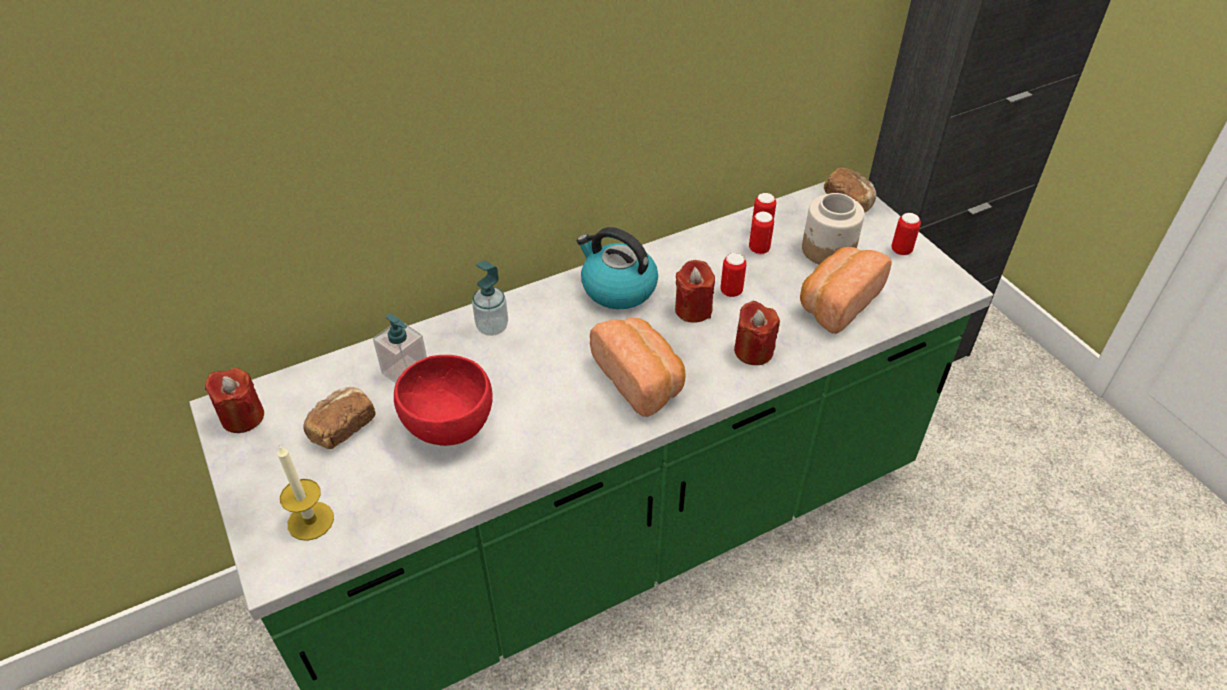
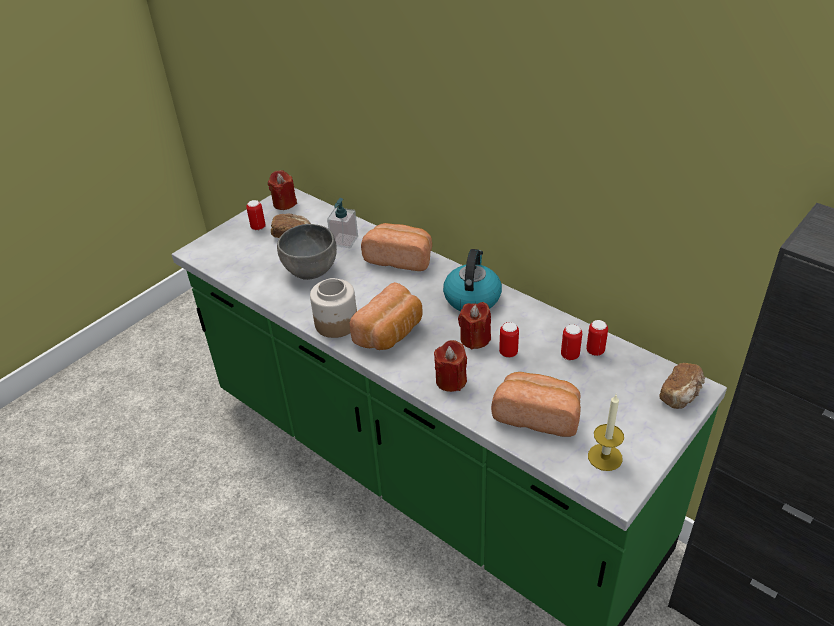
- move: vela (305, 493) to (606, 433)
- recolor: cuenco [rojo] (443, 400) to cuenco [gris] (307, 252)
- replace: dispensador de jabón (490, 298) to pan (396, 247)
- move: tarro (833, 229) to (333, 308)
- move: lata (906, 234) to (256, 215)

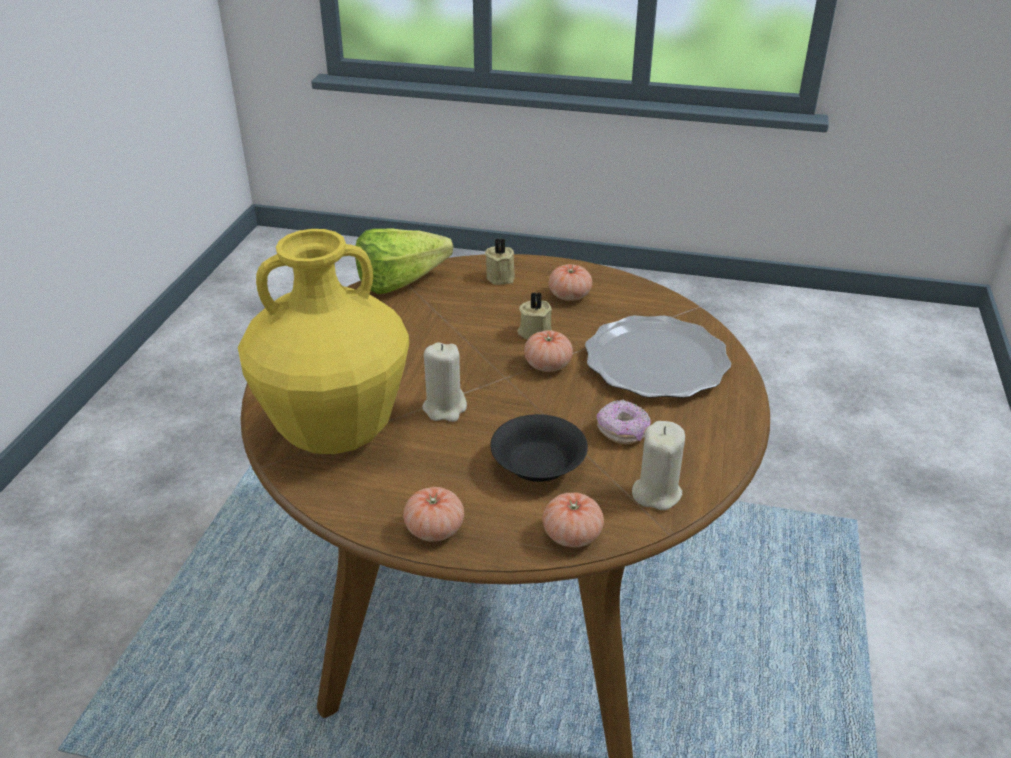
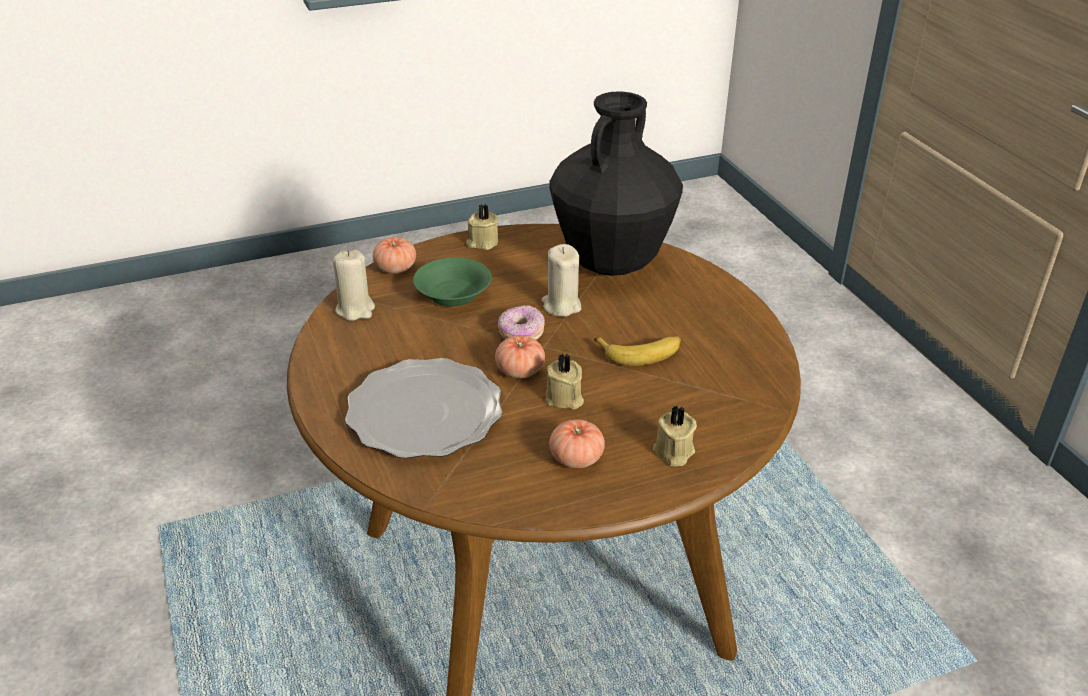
- recolor: florero [amarillo] (323, 341) to florero [negro] (616, 183)
- delete: lechuga (404, 261)
- replace: tomate (433, 514) to vela [beis] (482, 227)
- recolor: cuenco [negro] (539, 448) to cuenco [verde] (452, 281)
- move: rosquilla (624, 422) to (521, 322)
- insert: plátano (637, 351)

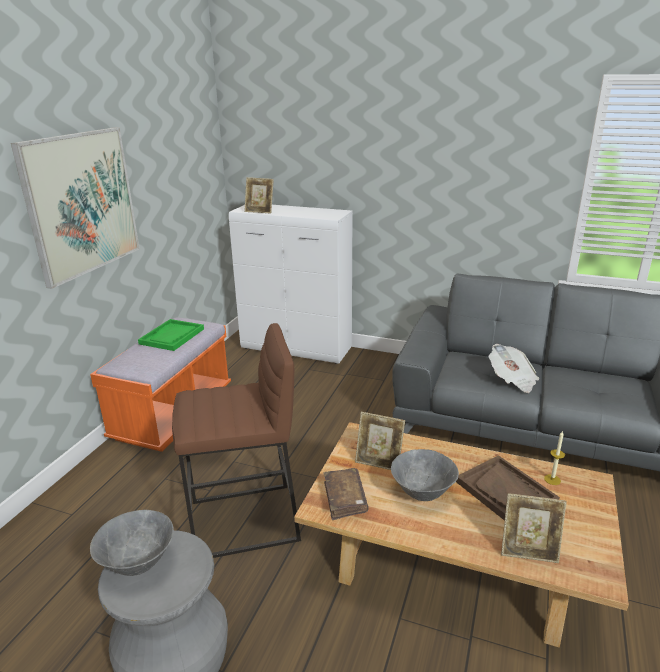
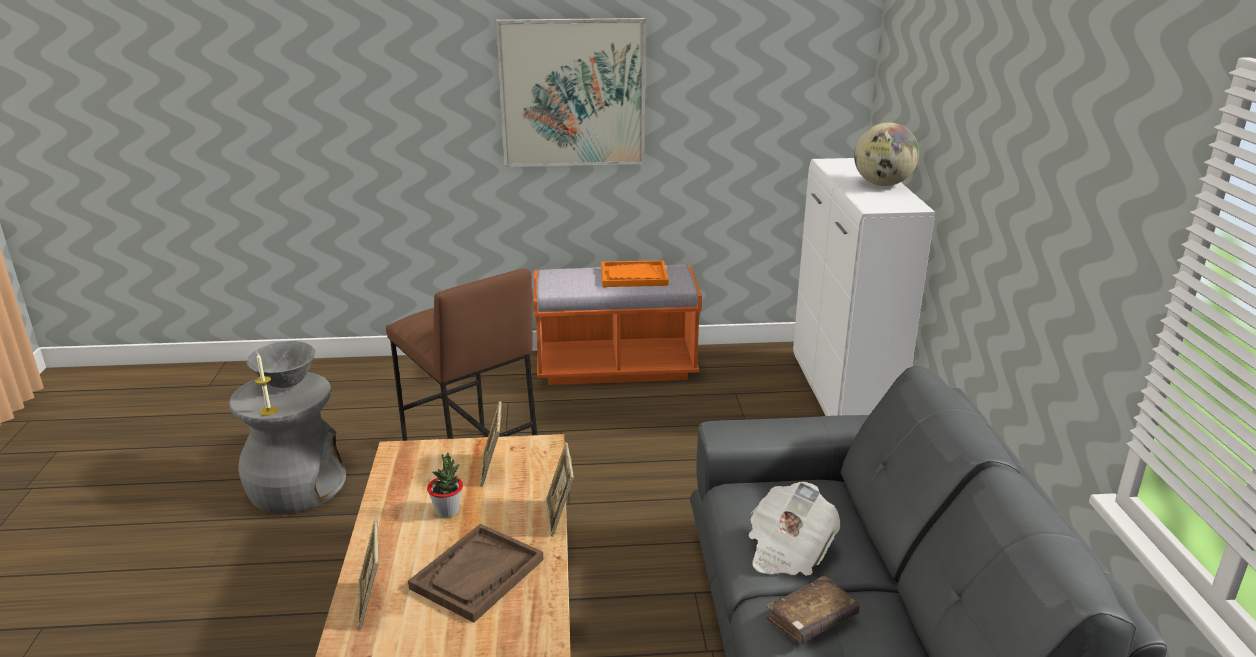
- recolor: bandeja [verde] (171, 335) to bandeja [naranja] (634, 273)
- move: portarretratos (259, 195) to (560, 489)
- move: libro [marrón] (346, 494) to (813, 610)
- replace: cuenco [gris] (425, 475) to planta en maceta (445, 485)
- move: vela (554, 458) to (266, 385)
- insert: globo terráqueo (886, 154)

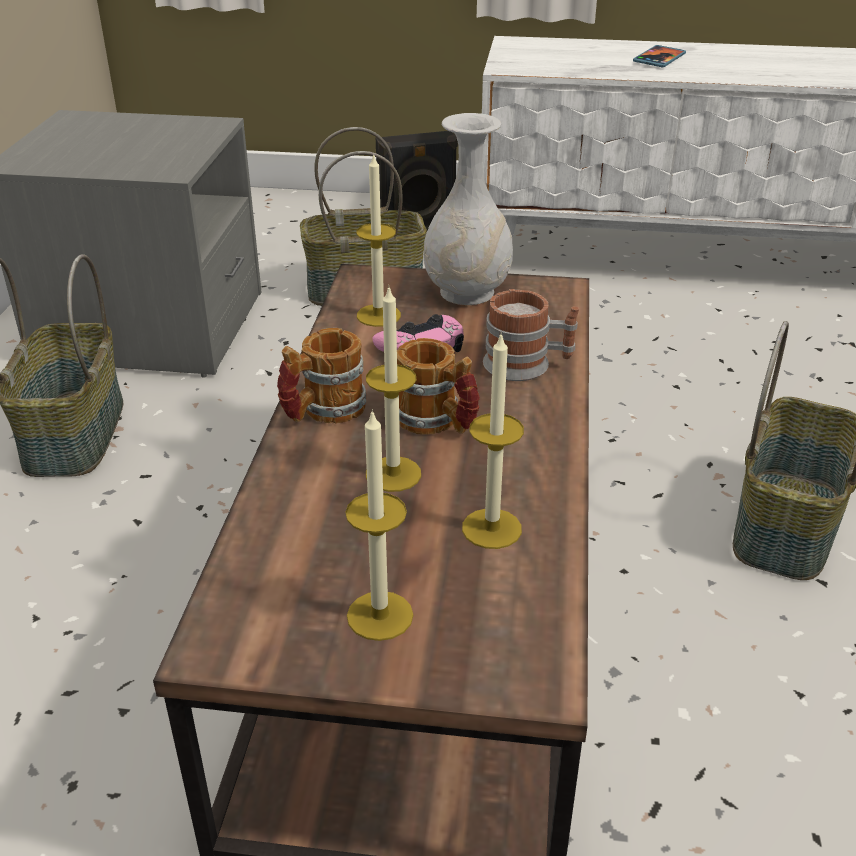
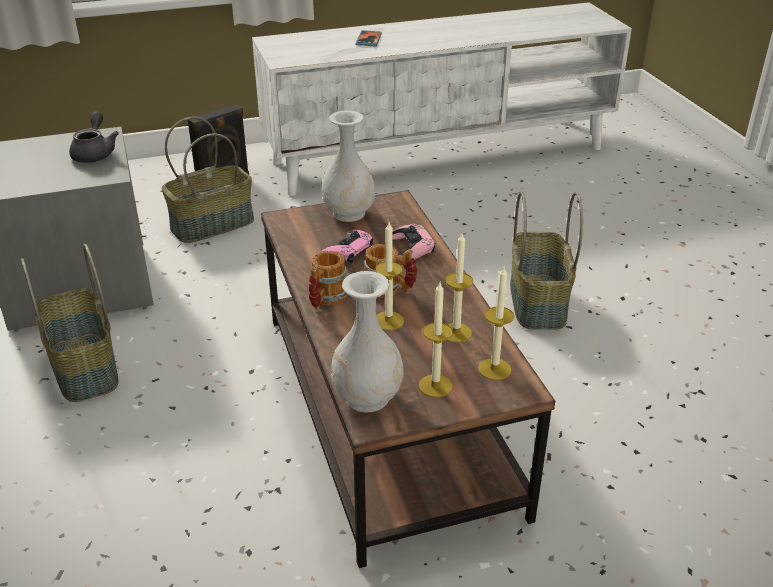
- move: vela (378, 240) to (496, 323)
- replace: taza grande (531, 335) to mando de consola [rosa] (414, 242)
- insert: tetera [gris] (94, 137)
- insert: florero [blanco] (367, 341)

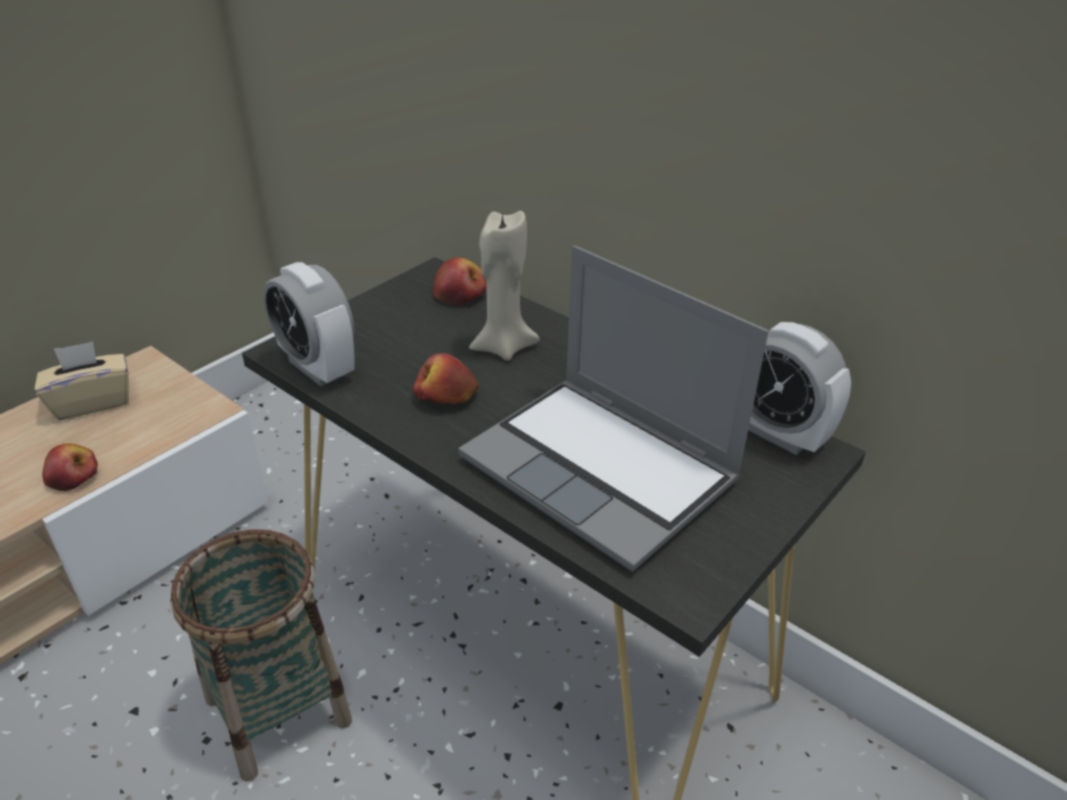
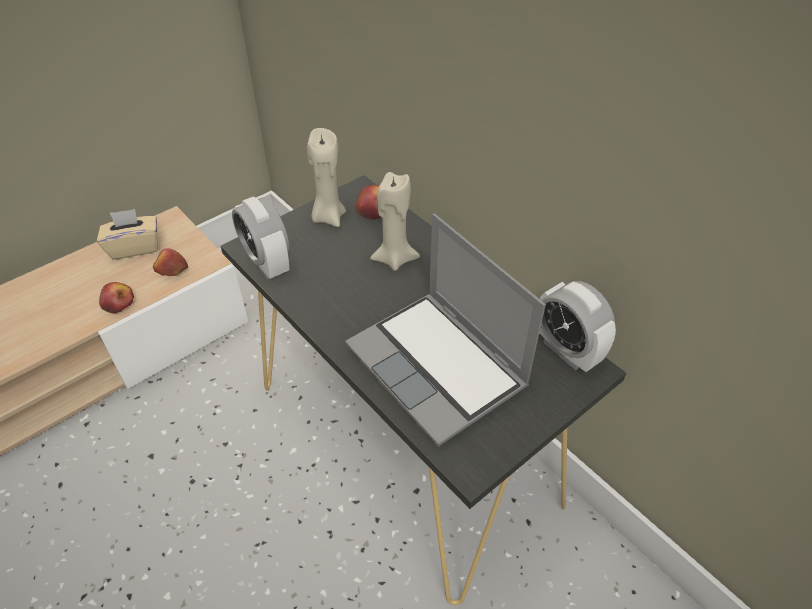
- delete: cesta (261, 655)
- move: manzana (446, 378) to (170, 262)
- insert: vela [beis] (326, 177)

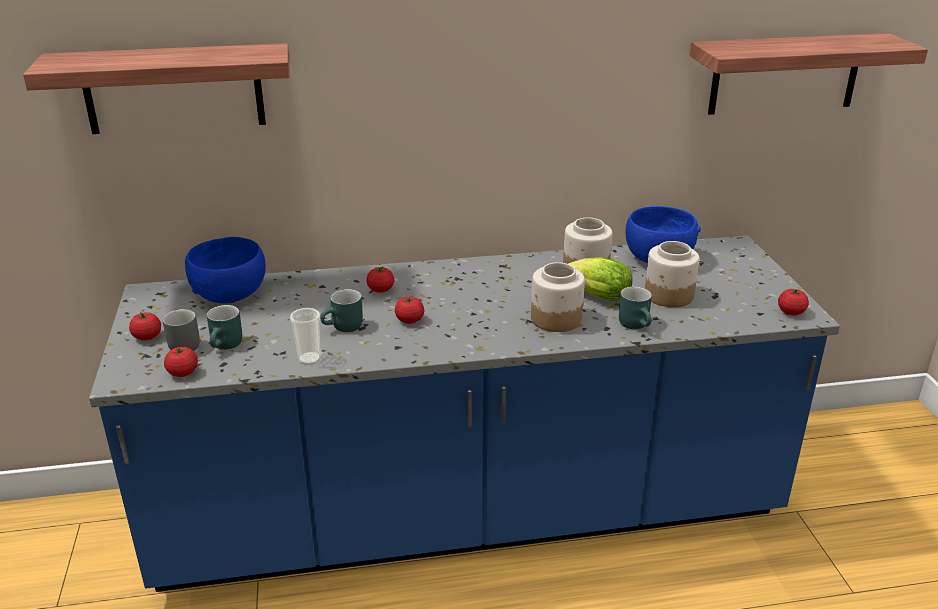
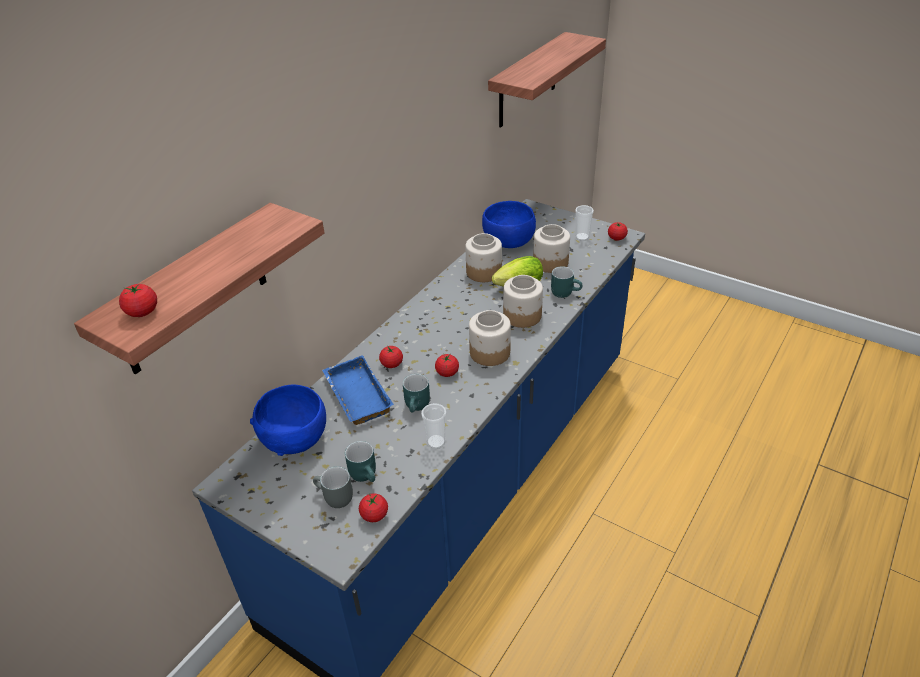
- move: tomate (145, 326) to (138, 300)
- insert: bandeja [azul] (358, 390)
- insert: tarro (490, 338)
- insert: taza (584, 223)

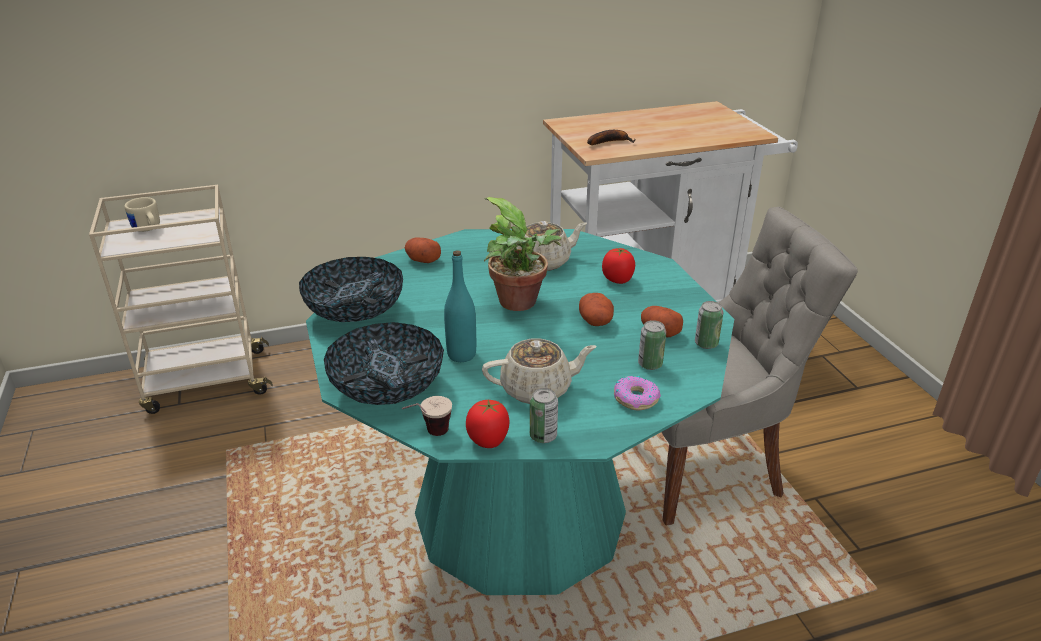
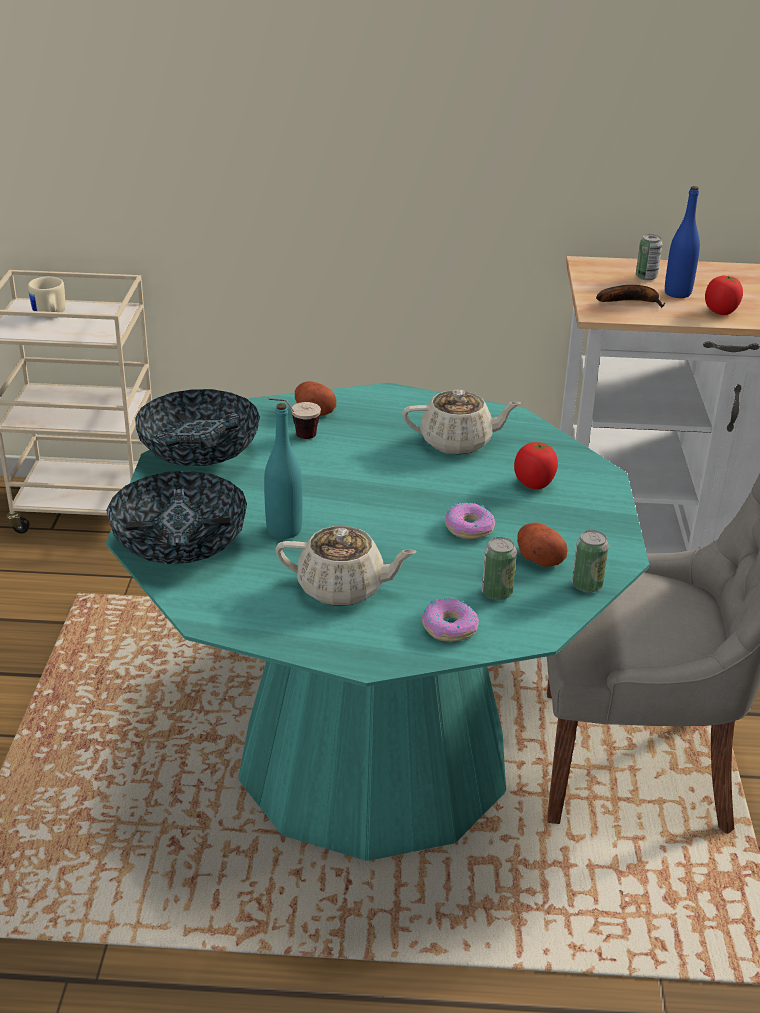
- move: taza (427, 416) to (294, 418)
- move: tomate (487, 424) to (724, 295)
- delete: planta en maceta (523, 254)
- move: lata (544, 415) to (649, 257)
- replace: patata (596, 309) to rosquilla (470, 521)
- insert: botella [azul] (682, 242)

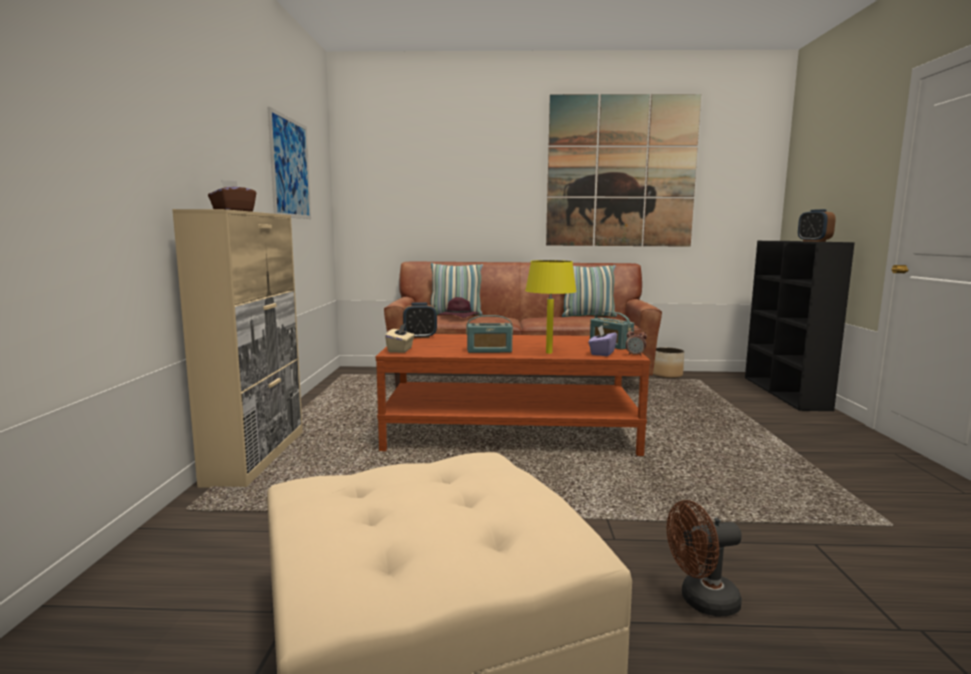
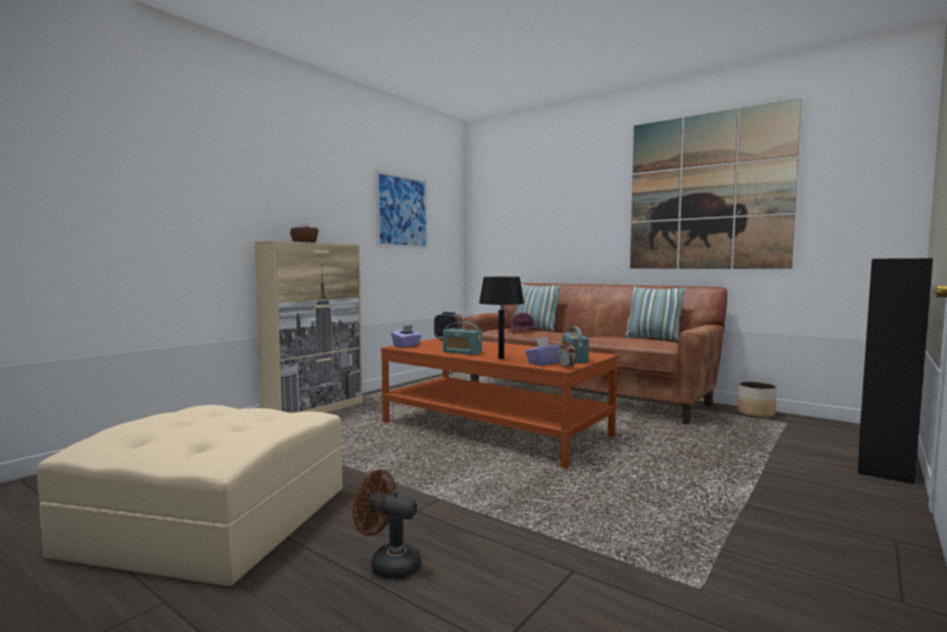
- recolor: caja de pañuelos [beis] (400, 338) to caja de pañuelos [morado] (406, 336)
- recolor: lámpara de mesa [amarillo] (551, 307) to lámpara de mesa [negro] (501, 318)
- delete: despertador (817, 225)

